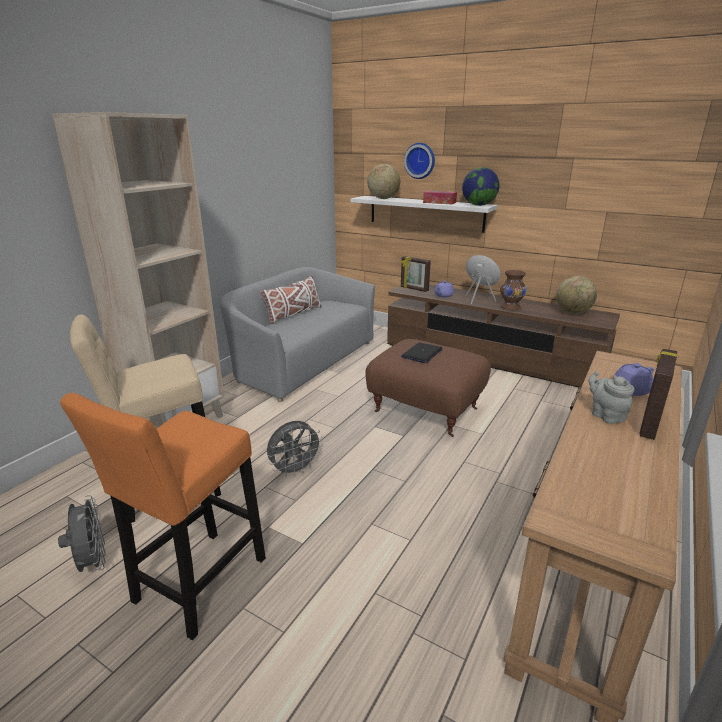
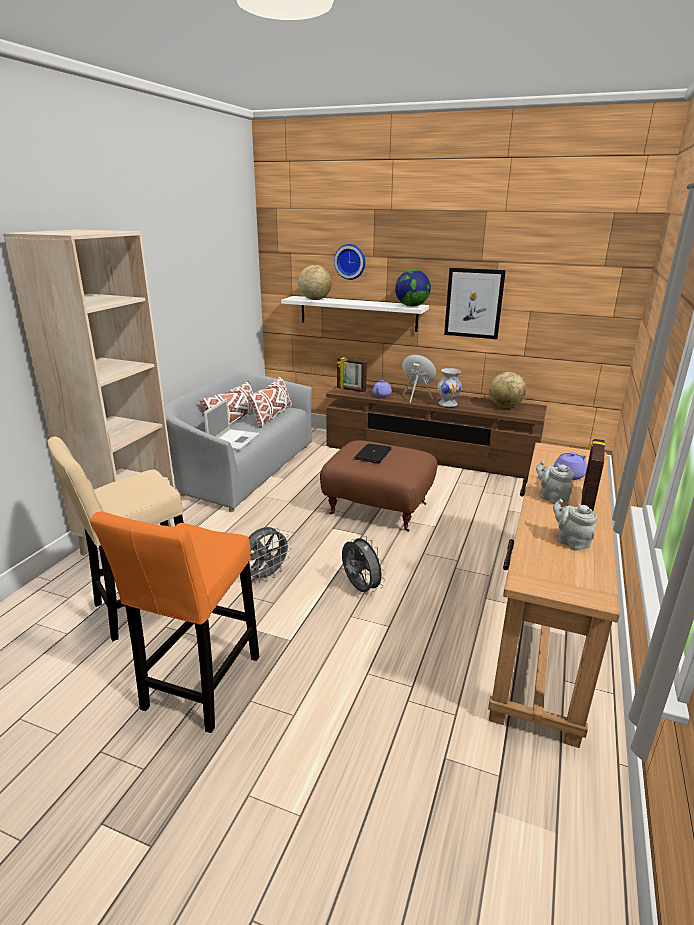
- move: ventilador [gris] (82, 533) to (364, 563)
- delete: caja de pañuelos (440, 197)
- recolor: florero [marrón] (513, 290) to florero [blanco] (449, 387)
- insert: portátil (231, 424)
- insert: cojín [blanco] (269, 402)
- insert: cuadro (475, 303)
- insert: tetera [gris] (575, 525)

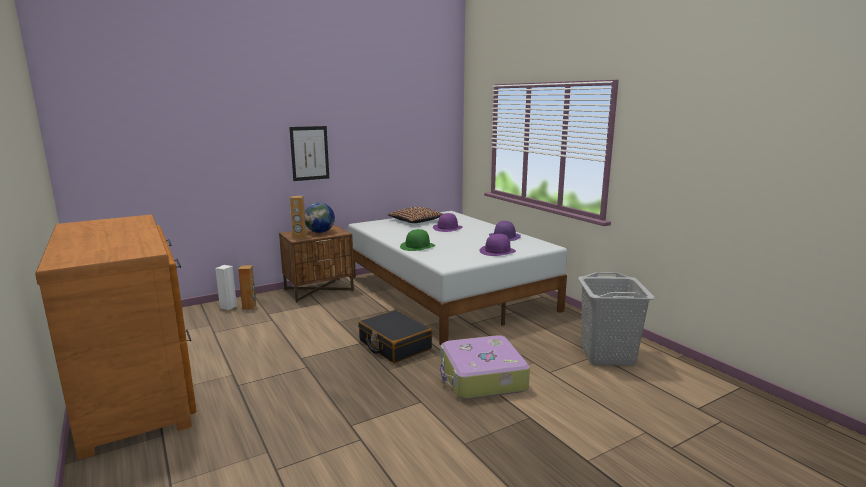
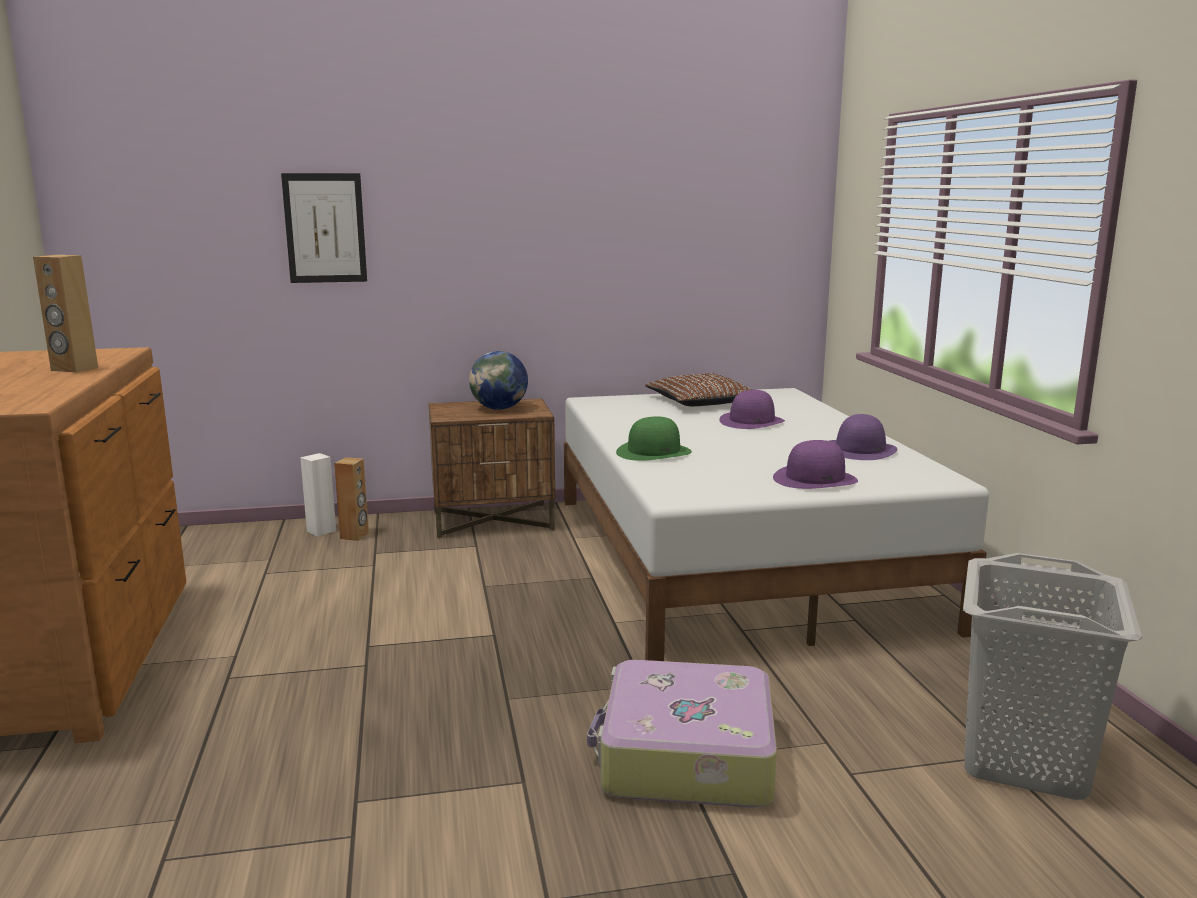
- move: cuadro (309, 153) to (324, 228)
- move: altavoz [marrón] (298, 217) to (65, 314)
- delete: maleta [negro] (395, 336)

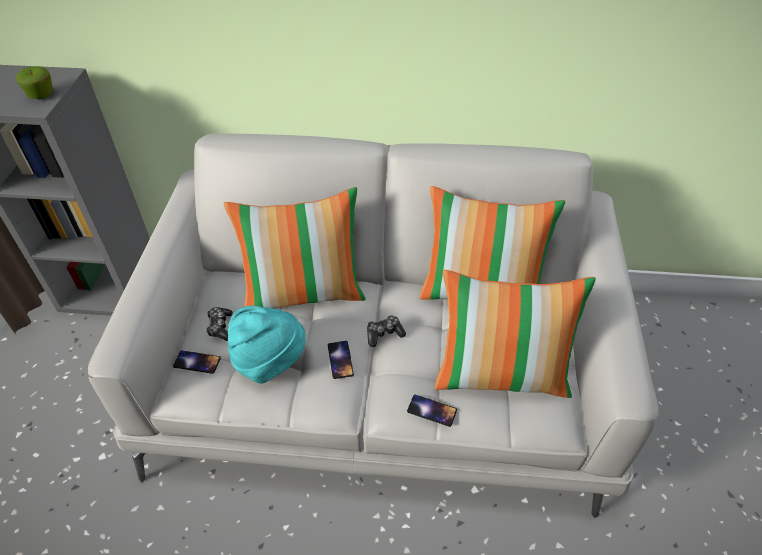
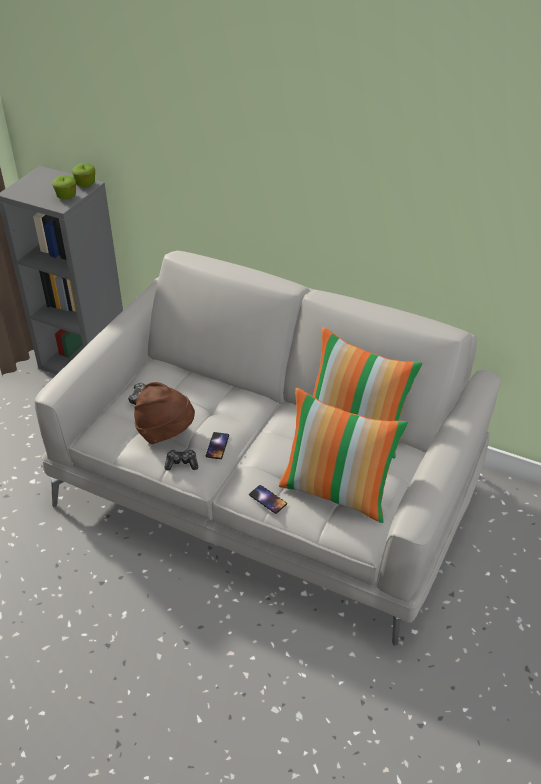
- delete: móvil (197, 362)
- delete: cojín (294, 248)
- recolor: sombrero [turquesa] (267, 345) to sombrero [marrón] (164, 413)
- move: mando de consola (386, 331) to (181, 460)
- insert: manzana (83, 175)

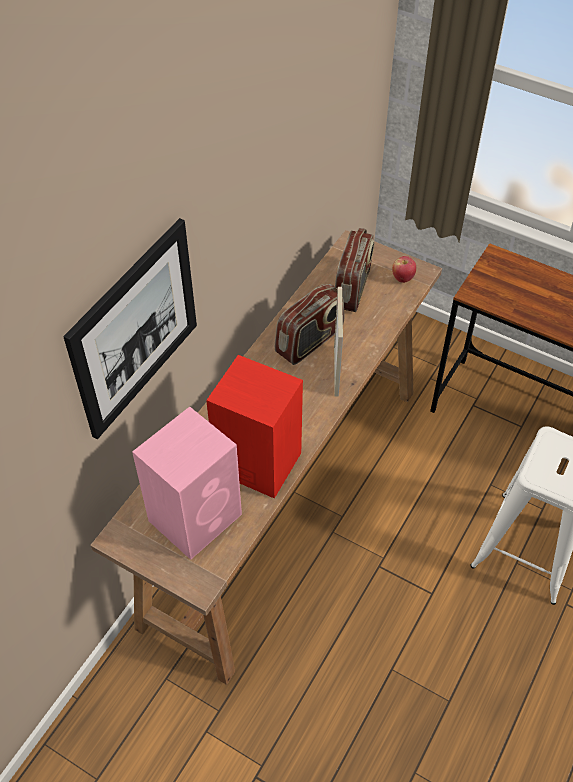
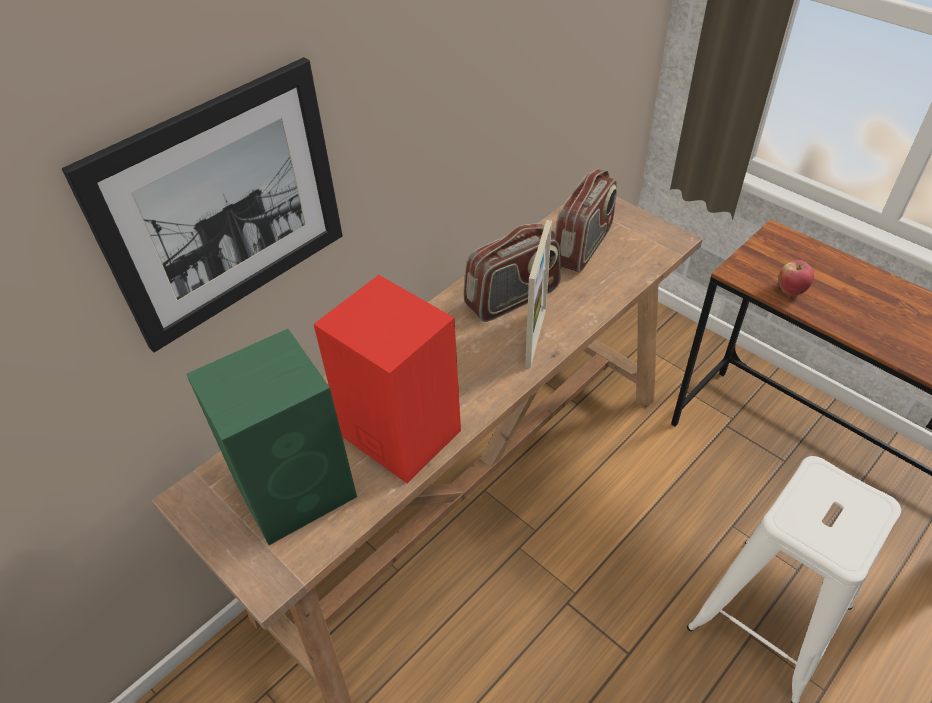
- recolor: altavoz [rosa] (187, 483) to altavoz [verde] (271, 437)
- move: manzana (404, 269) to (796, 278)

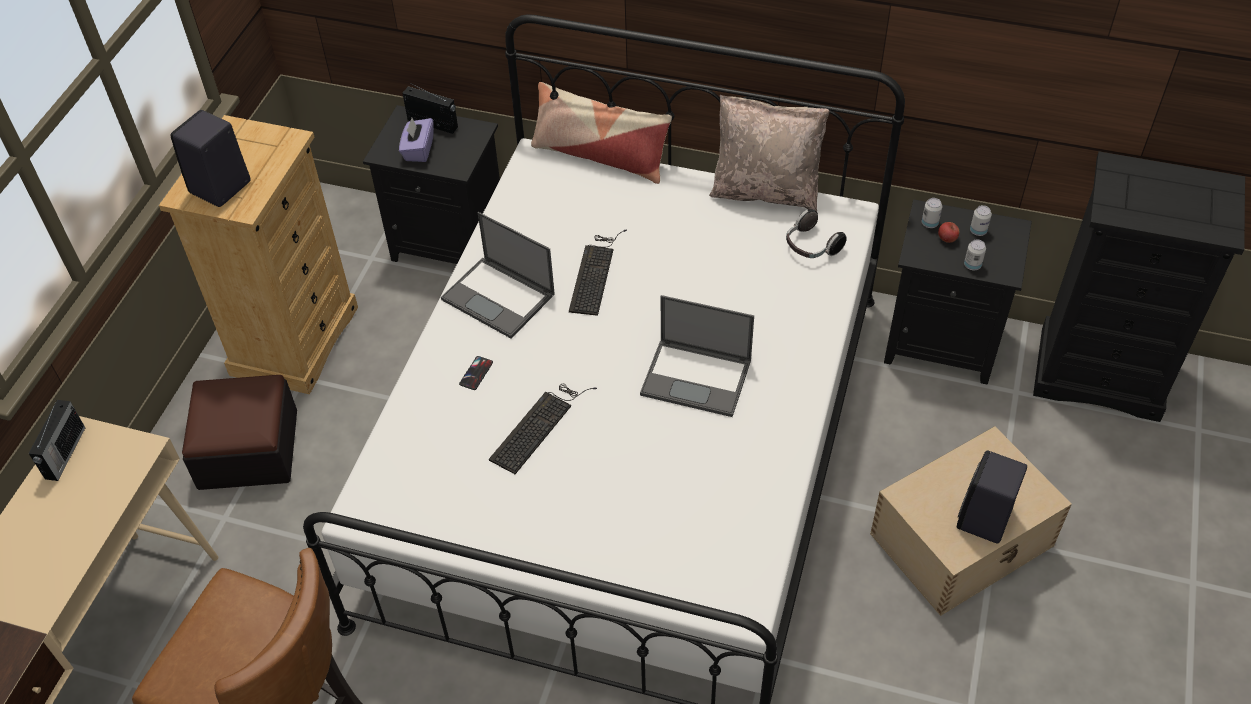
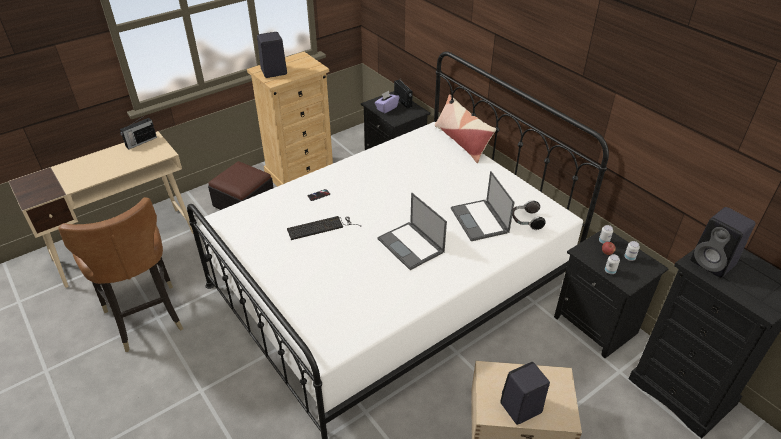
- move: portátil (498, 275) to (483, 206)
- delete: teclado (598, 272)
- delete: cojín [beis] (769, 153)
- insert: altavoz [negro] (723, 242)

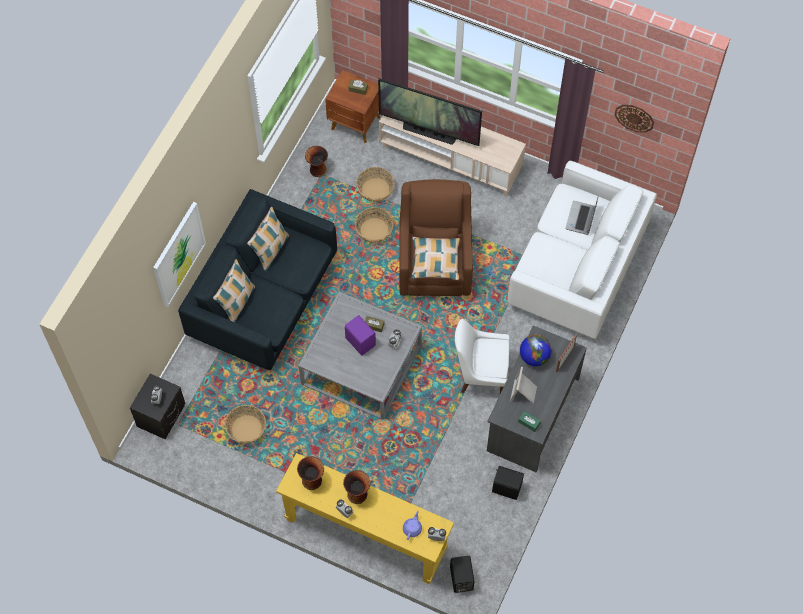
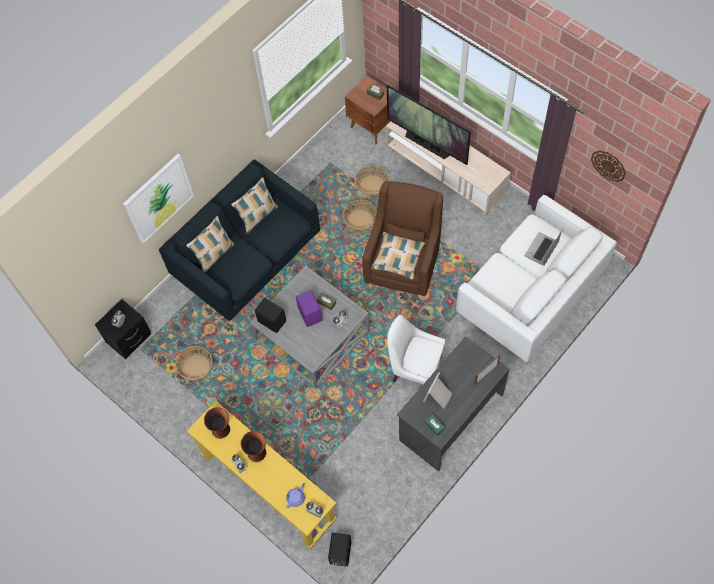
- delete: florero (316, 161)
- move: altavoz [negro] (508, 483) to (270, 315)
- delete: globo terráqueo (536, 350)

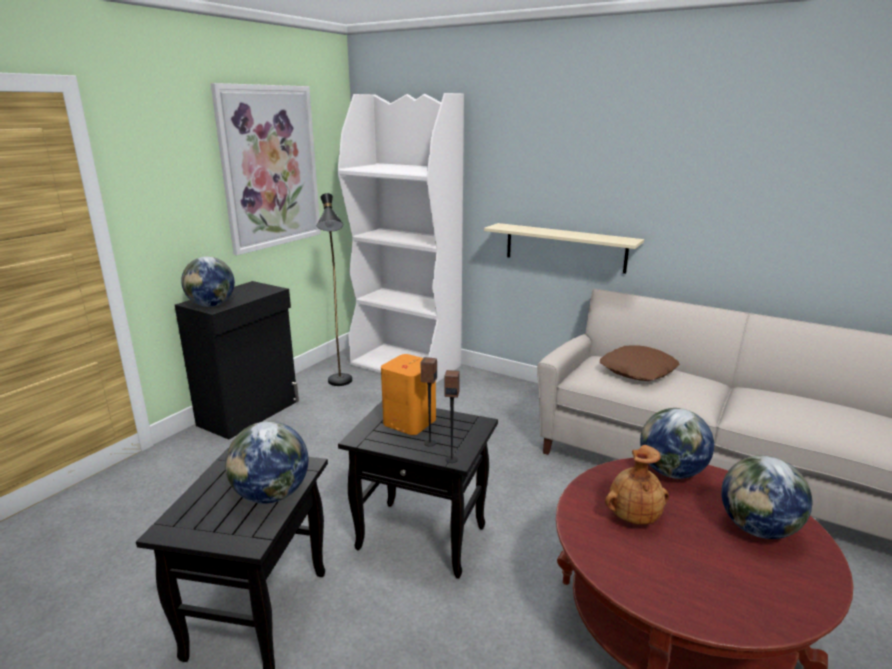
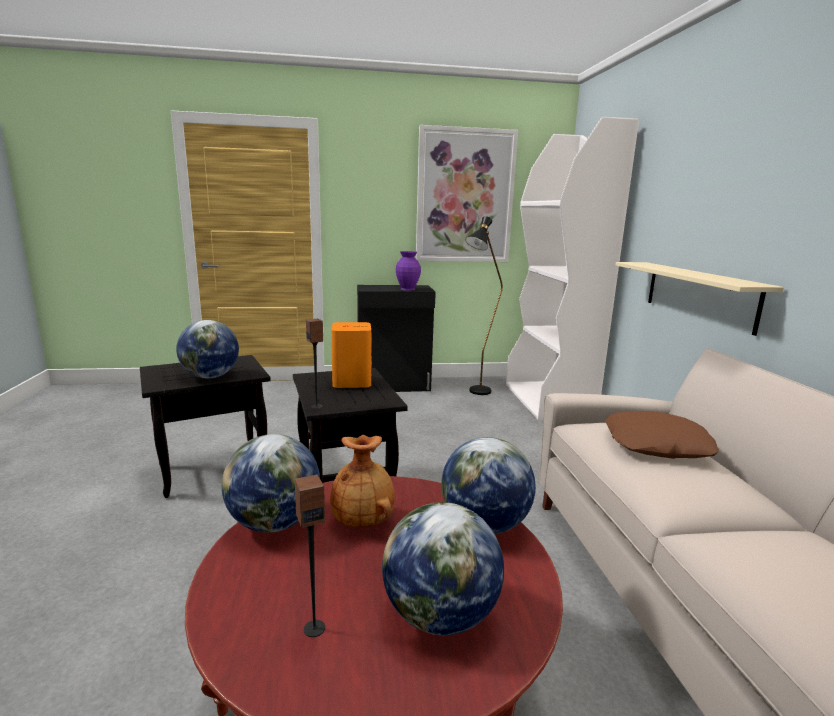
- move: globo terráqueo (208, 282) to (271, 483)
- move: altavoz (429, 401) to (310, 555)
- insert: florero [morado] (408, 271)

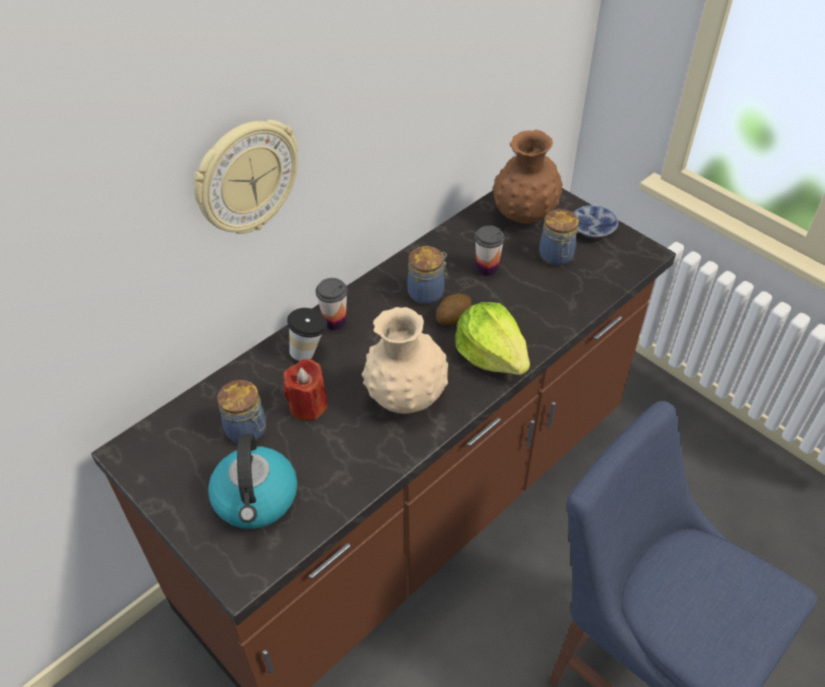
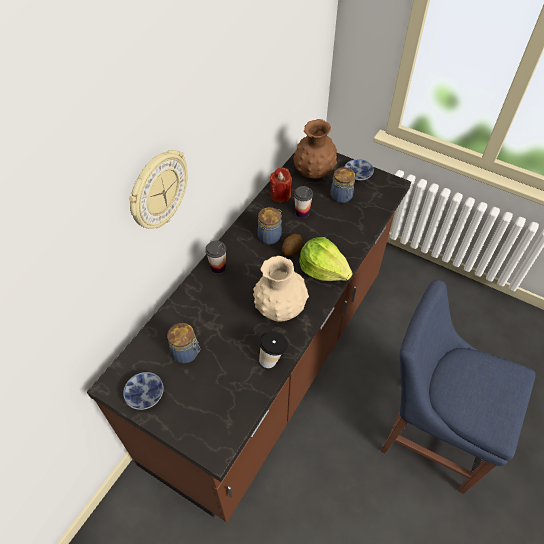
- delete: hervidor (252, 481)
- move: vela [rojo] (305, 389) to (281, 184)
- move: taza (307, 334) to (273, 349)
- insert: cuenco (143, 391)

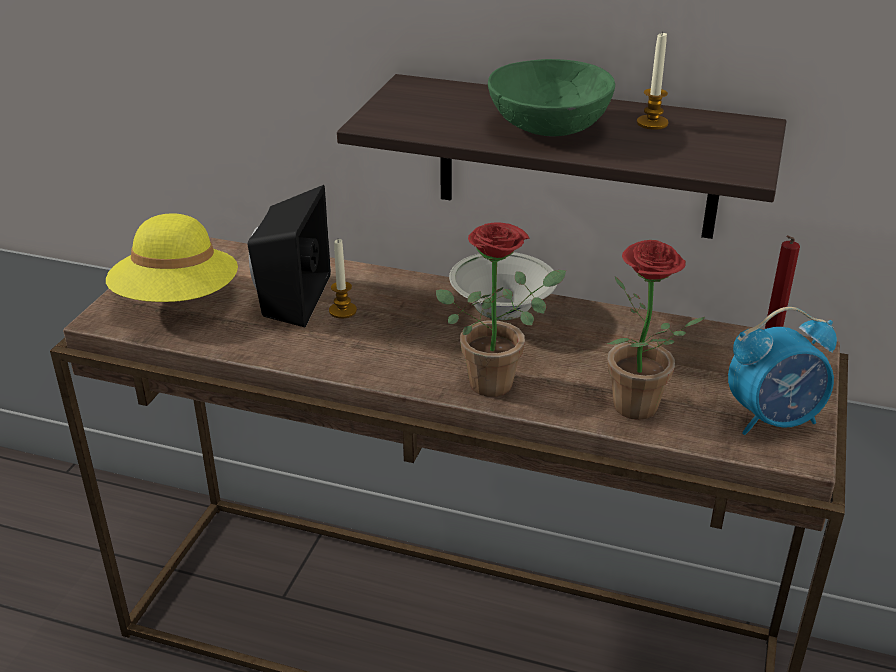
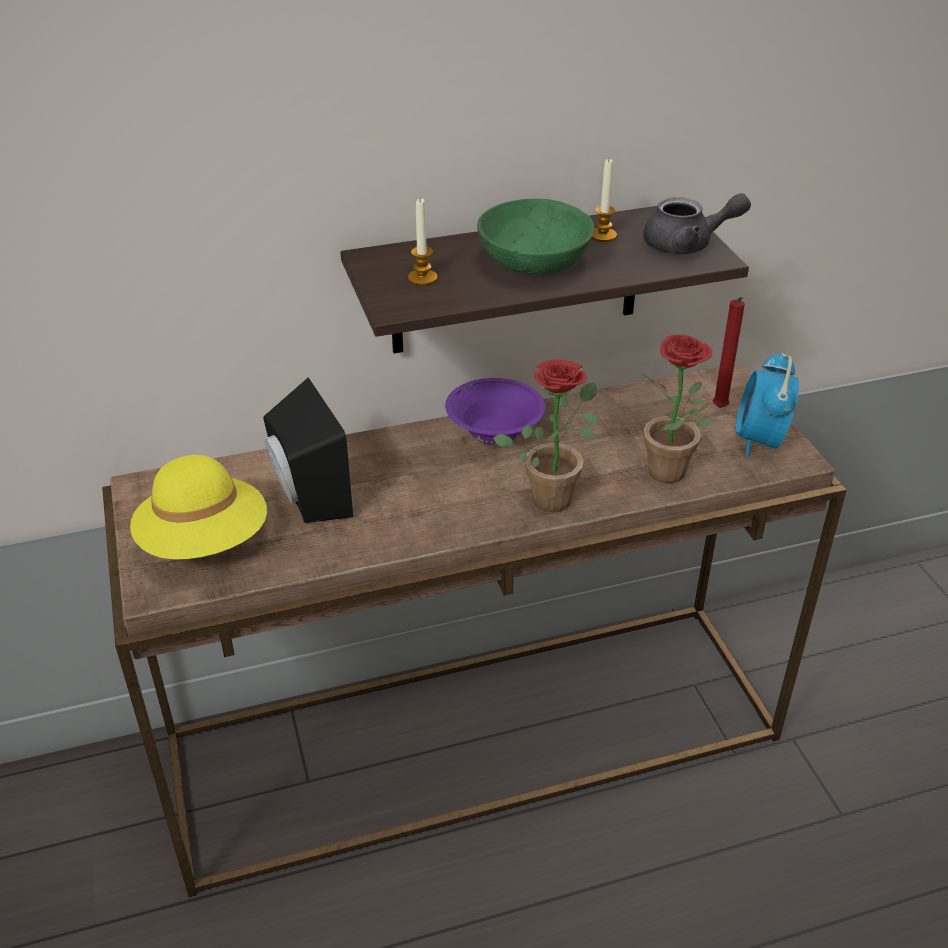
- move: vela (343, 279) to (422, 242)
- recolor: cuenco [blanco] (503, 286) to cuenco [morado] (495, 411)
- rotate: despertador (782, 371) = (767, 404) 150 degrees clockwise
- insert: tetera [gris] (697, 223)

